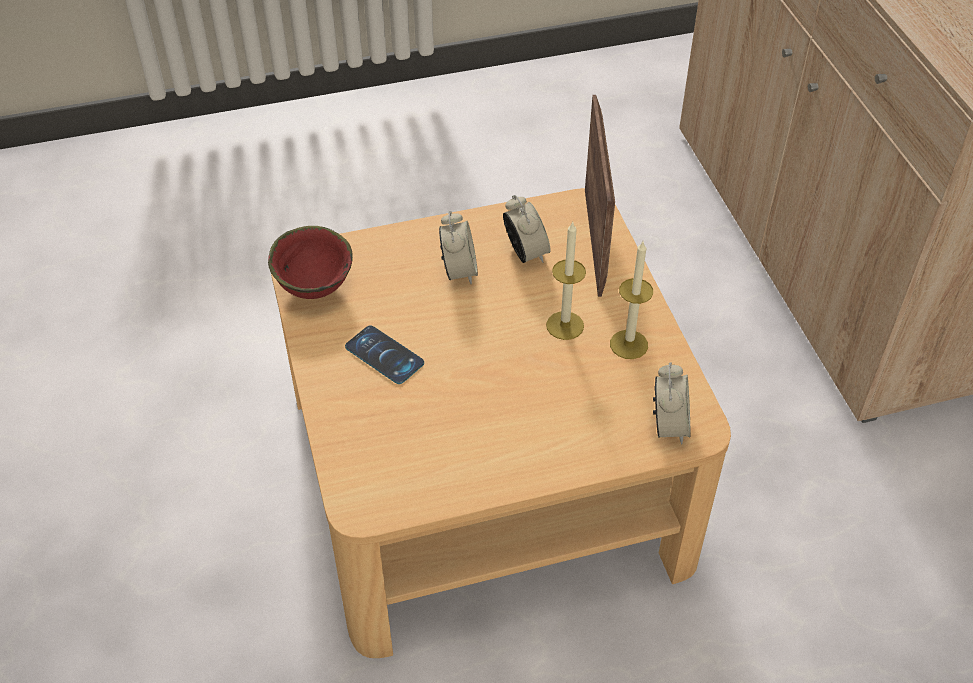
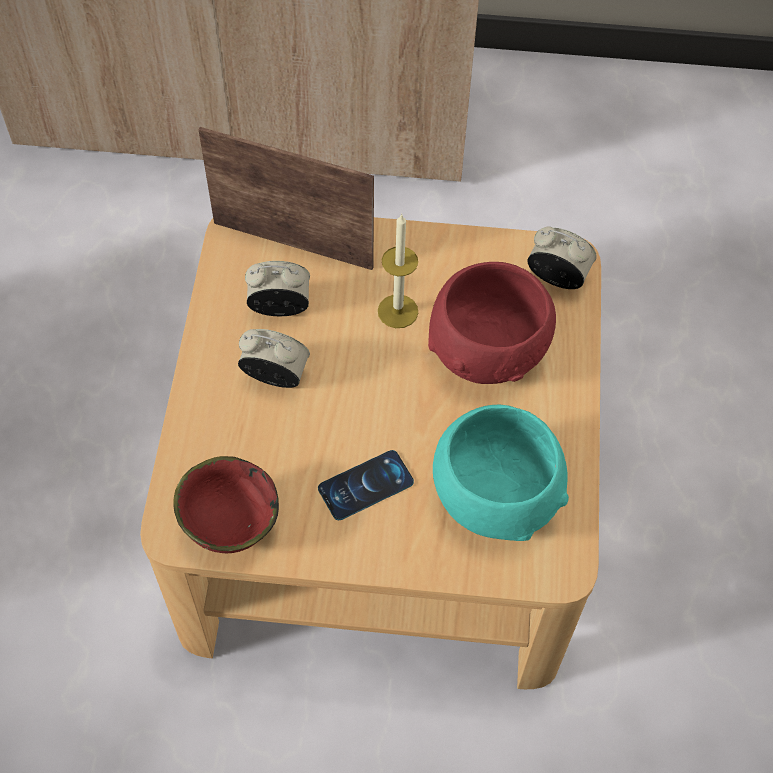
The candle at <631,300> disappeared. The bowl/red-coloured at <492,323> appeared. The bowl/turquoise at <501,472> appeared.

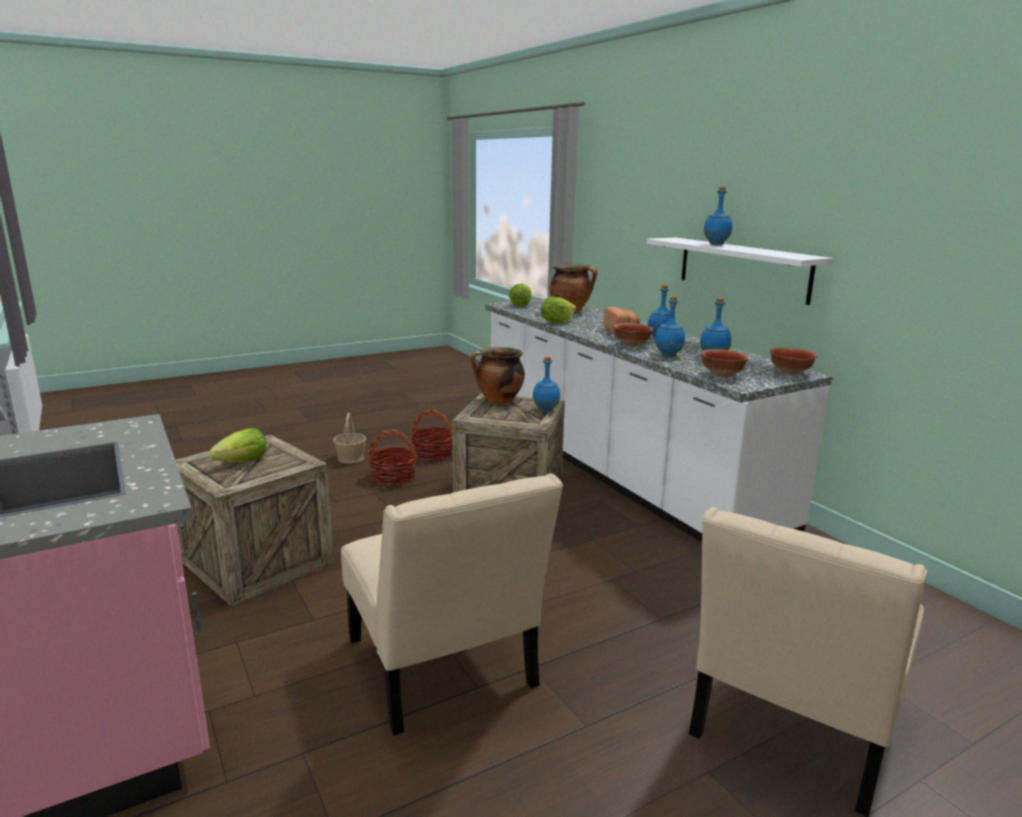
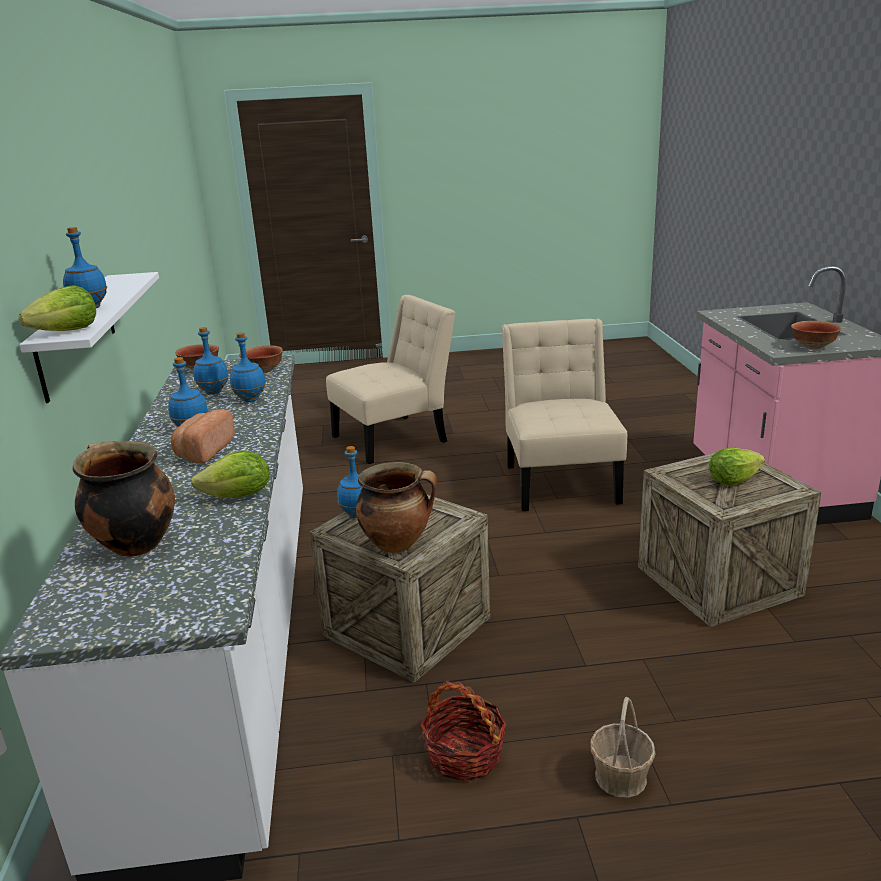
The storage basket at <392,457> disappeared. The lettuce moved from <520,294> to <57,308>. The bowl moved from <633,335> to <816,335>.

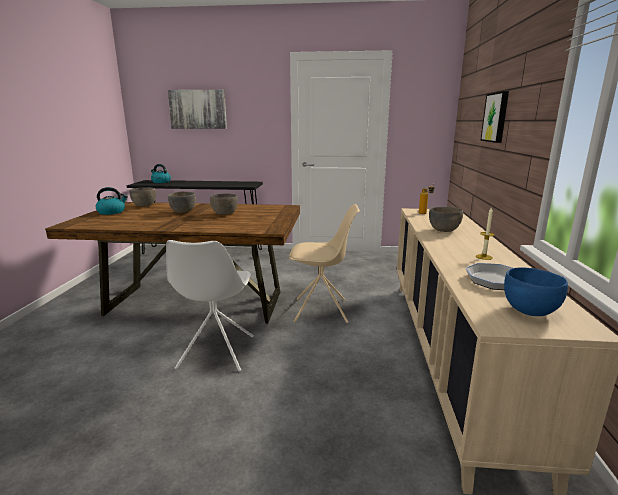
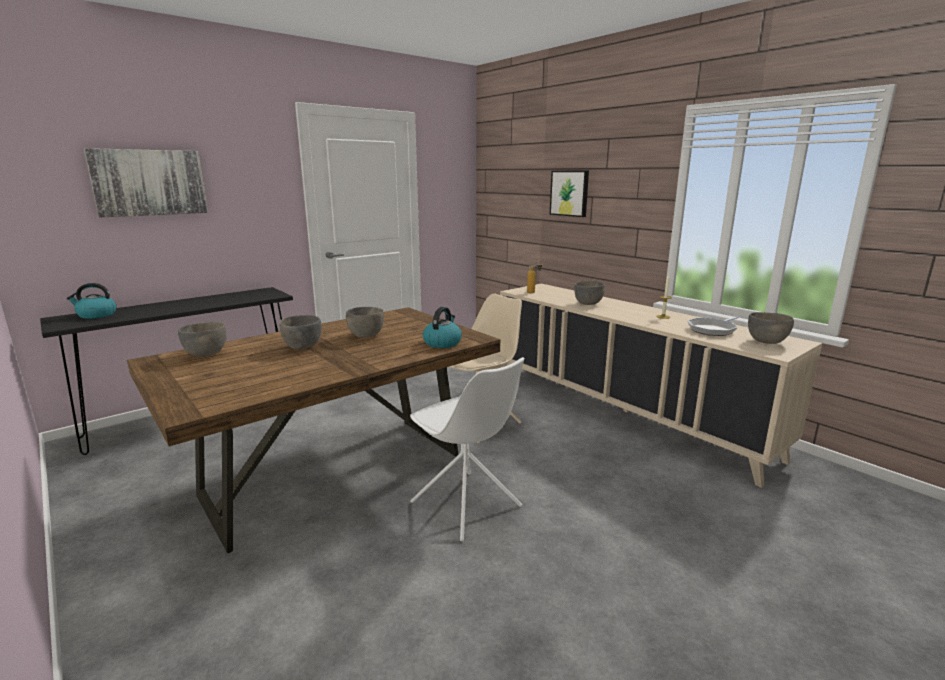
The tea kettle moved from <112,201> to <442,327>. The bowl/blue-coloured at <536,291> became the bowl/gray at <771,328>.

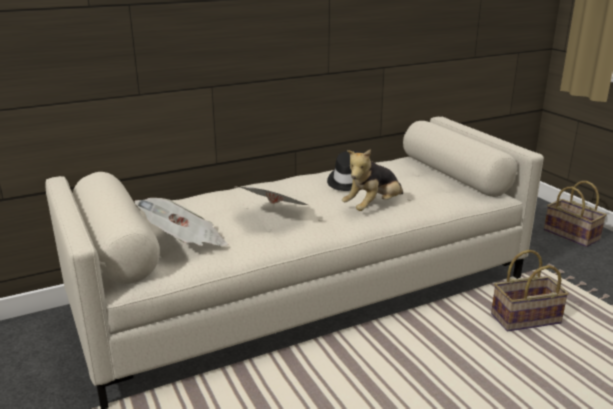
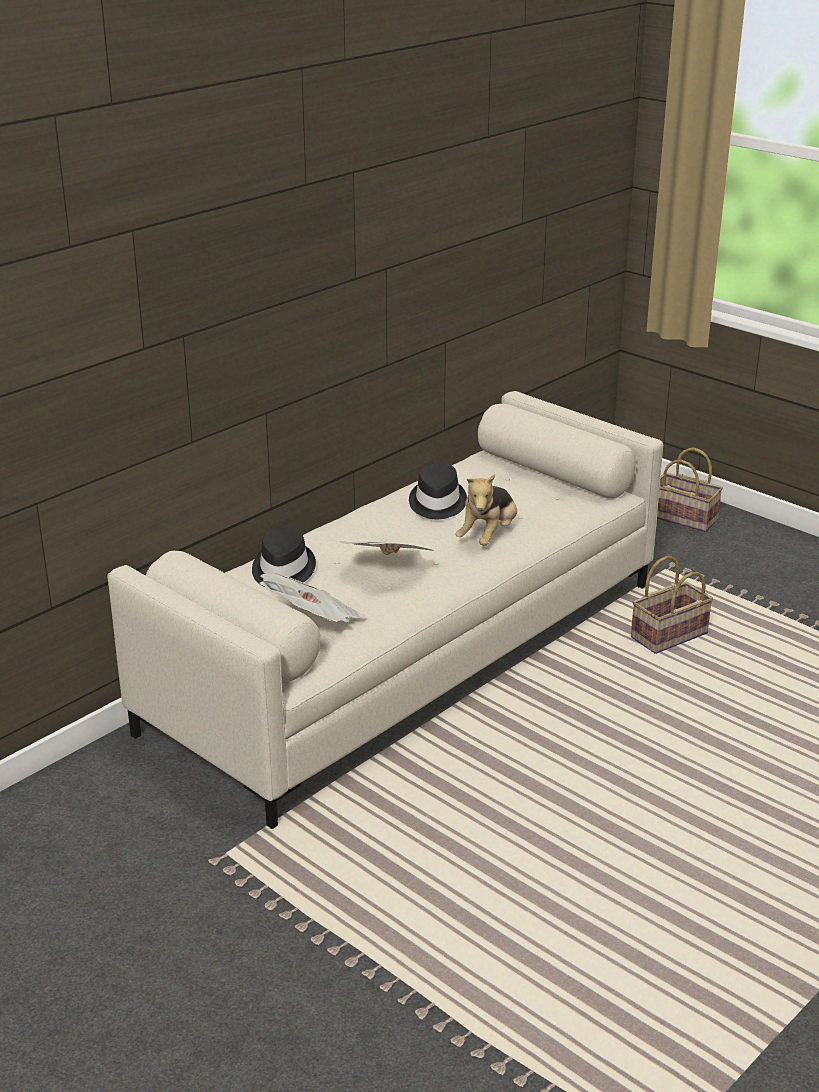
The hat/blackish at <284,557> appeared.

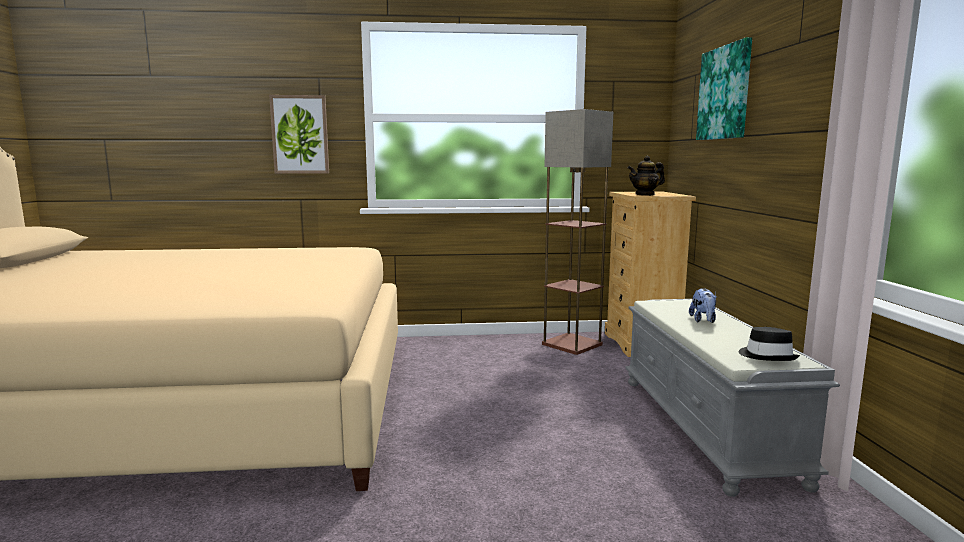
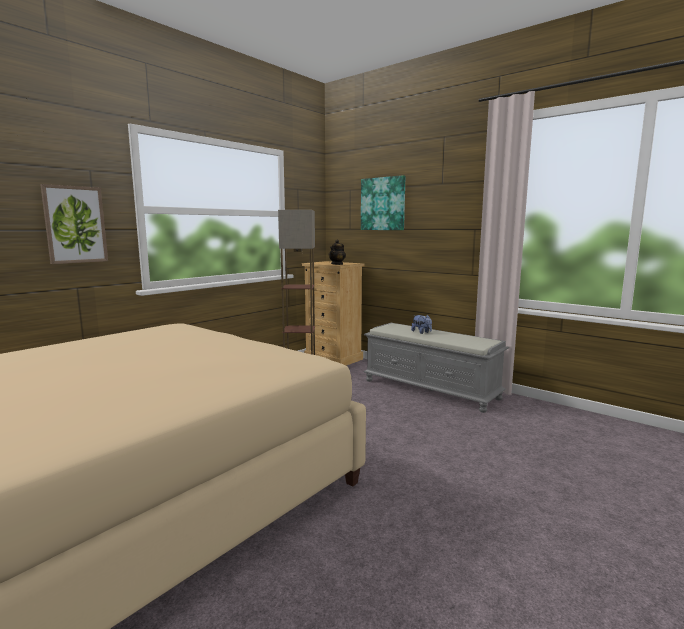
The hat/blackish at <769,344> disappeared.

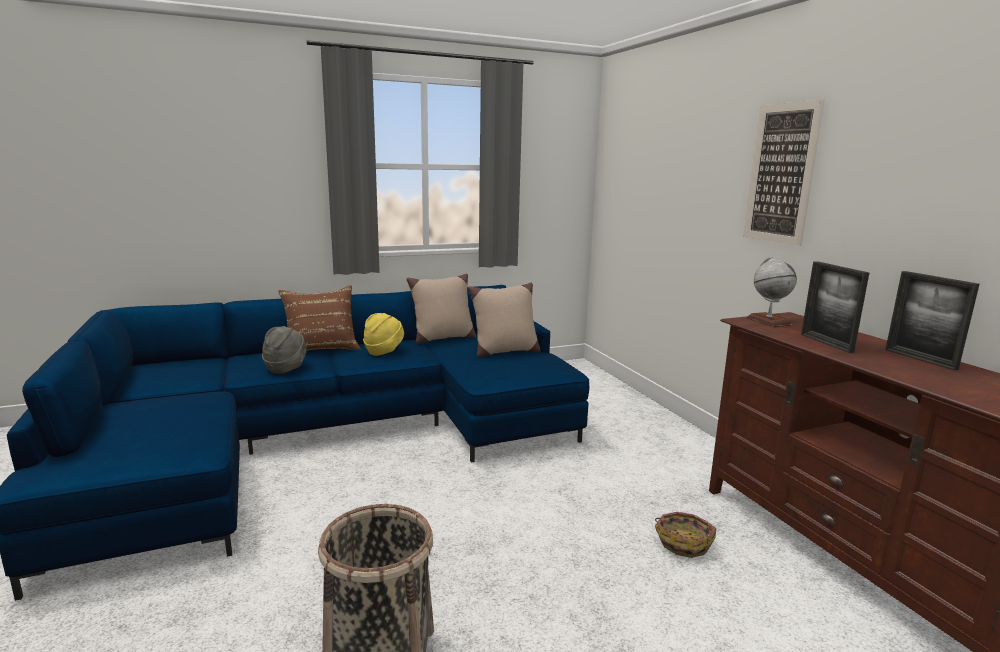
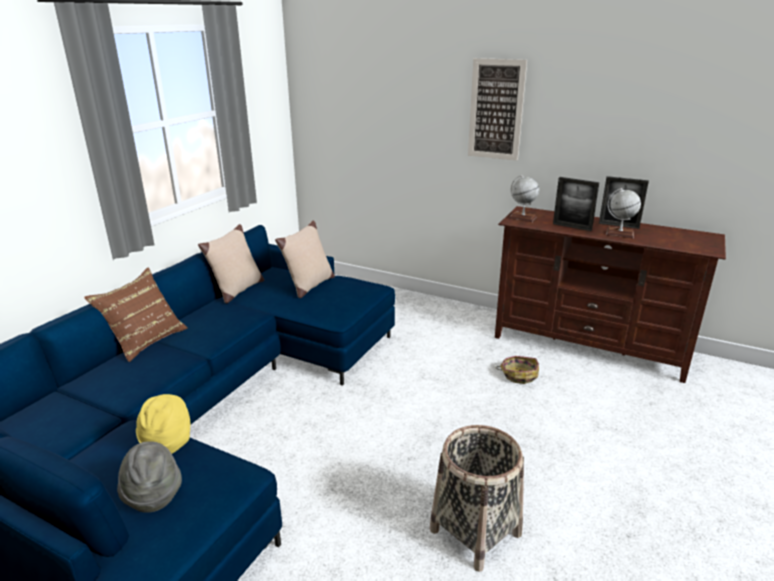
The globe at <623,213> appeared. The hat/gray moved from <284,350> to <149,477>. The hat/yellow-coloured moved from <383,334> to <163,424>.

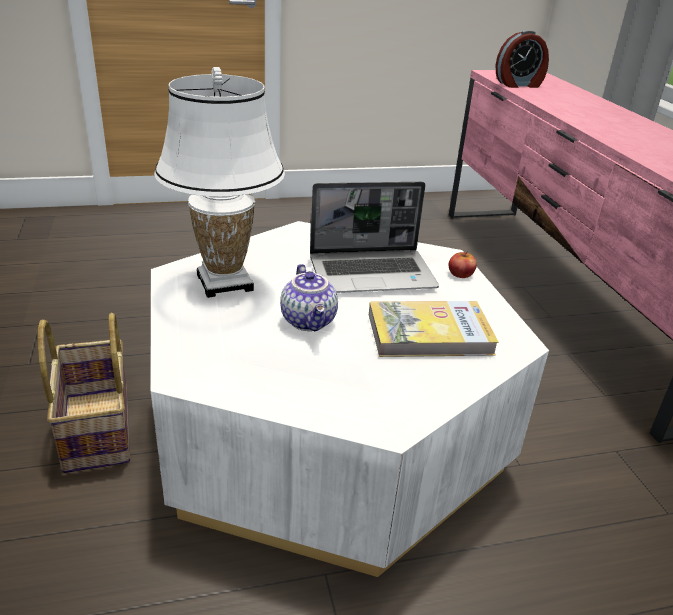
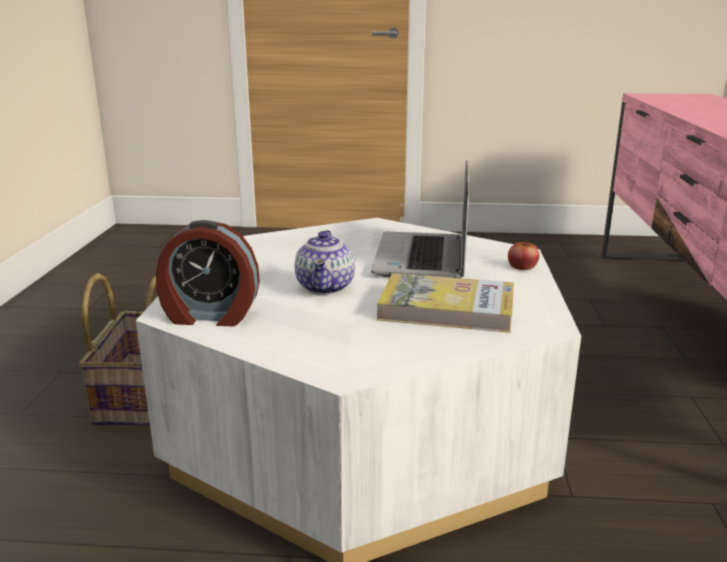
The tabletop lamp/whitish at <219,182> disappeared. The table clock moved from <522,59> to <208,273>. The notebook computer at <374,237> turned 90 degrees clockwise.

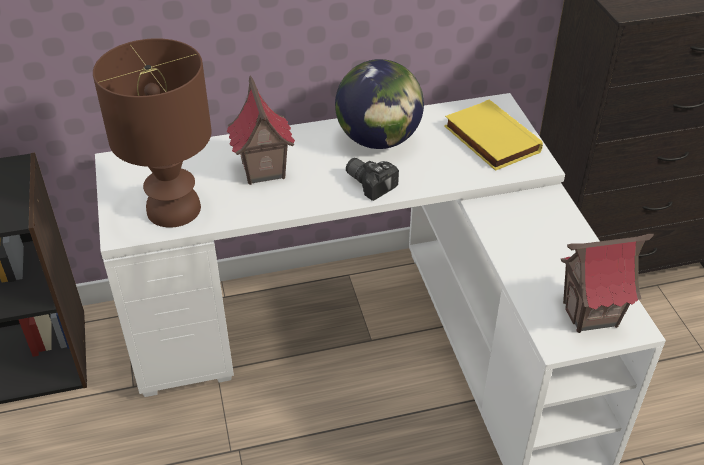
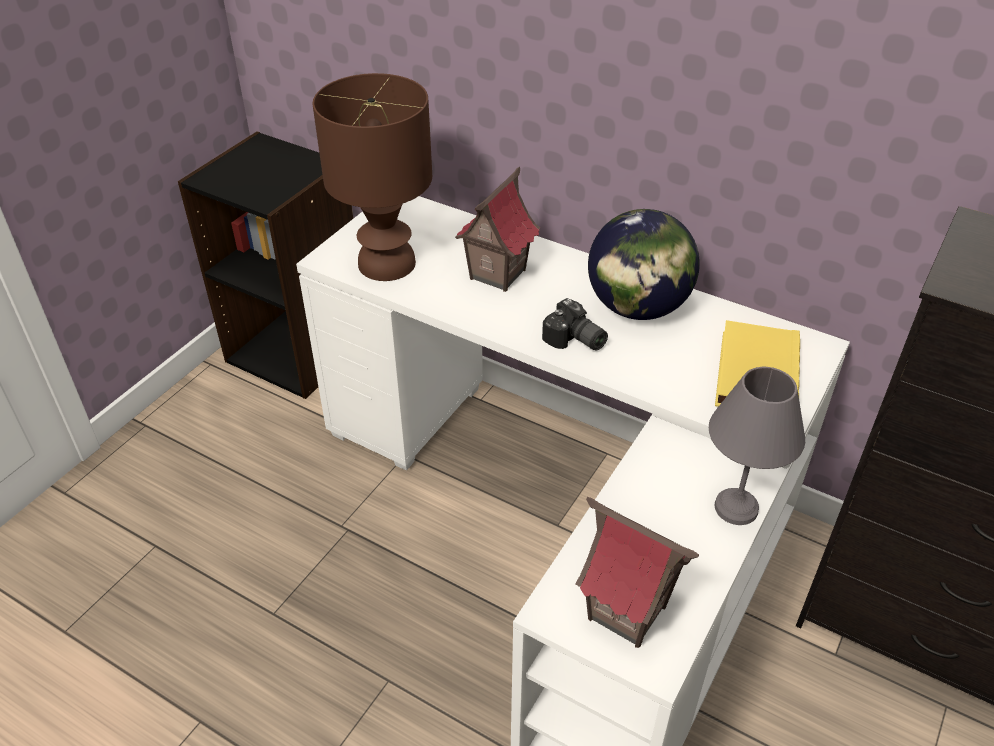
The tabletop lamp/gray at <757,446> appeared. The photo camera at <372,179> turned 135 degrees clockwise.

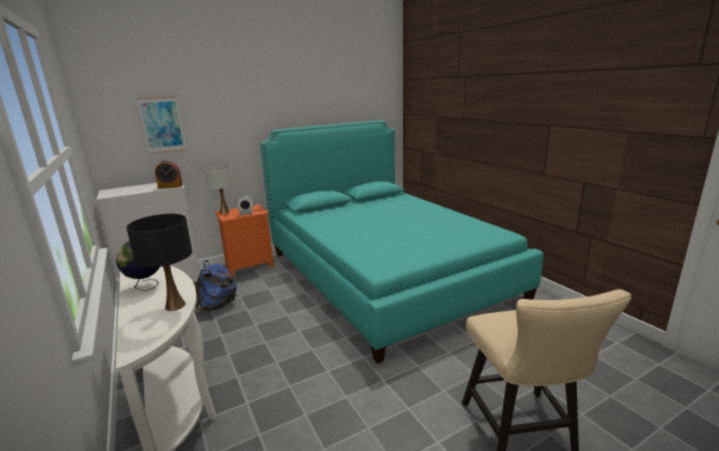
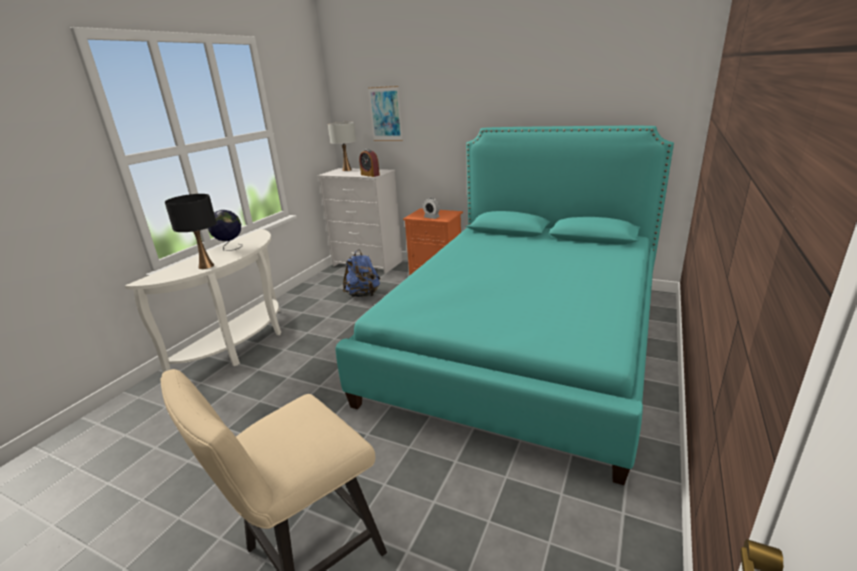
The tabletop lamp/whitish moved from <219,189> to <342,146>.

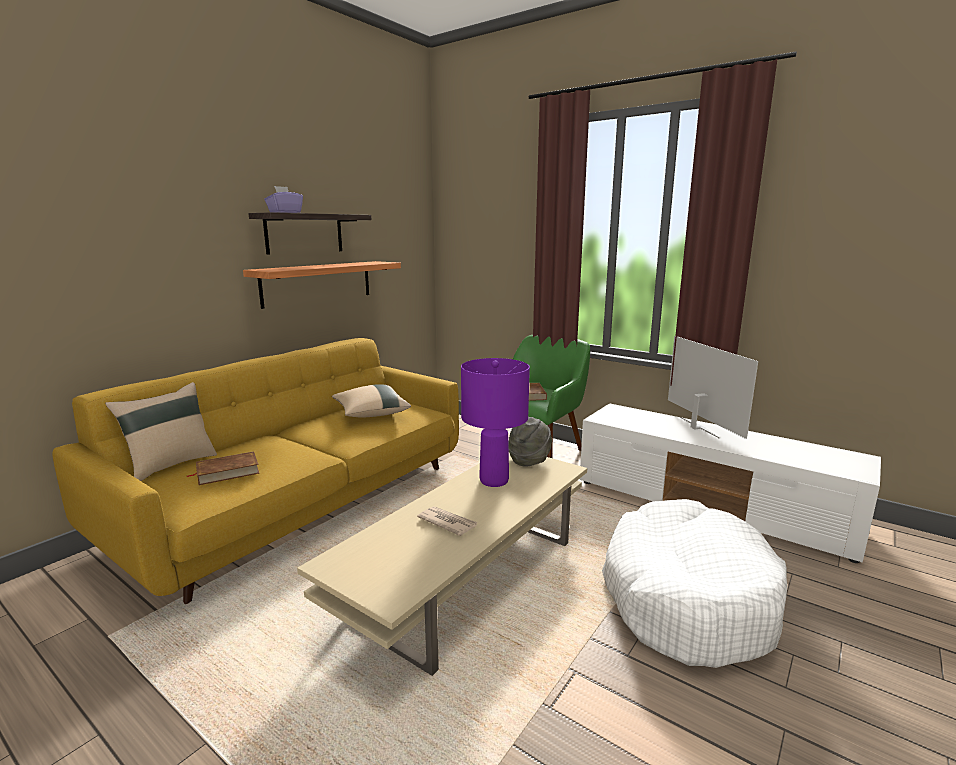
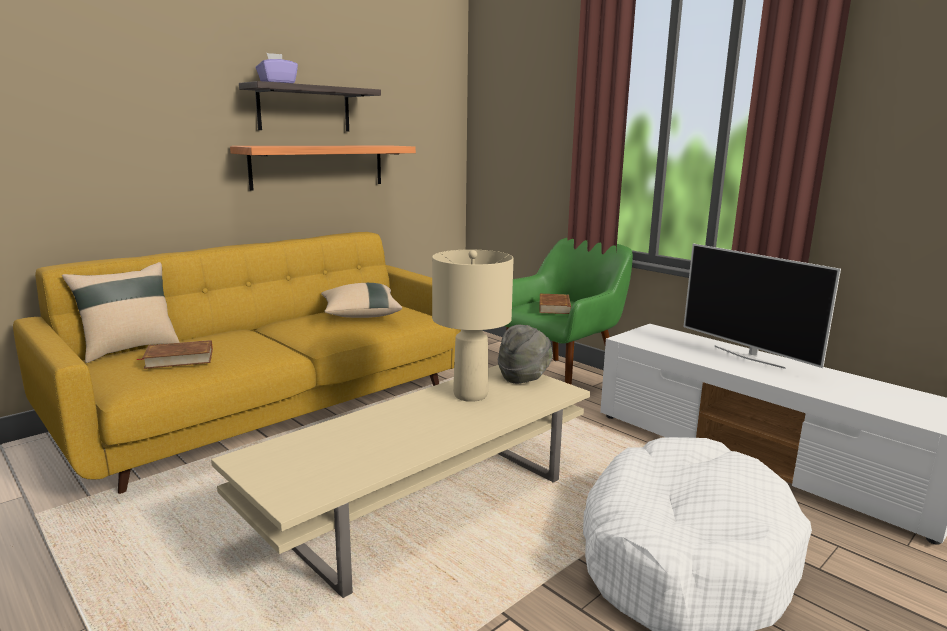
The newspaper at <447,521> disappeared. The tabletop lamp/purple at <495,422> became the tabletop lamp/sand-coloured at <473,326>. The television at <713,387> turned 150 degrees clockwise.

